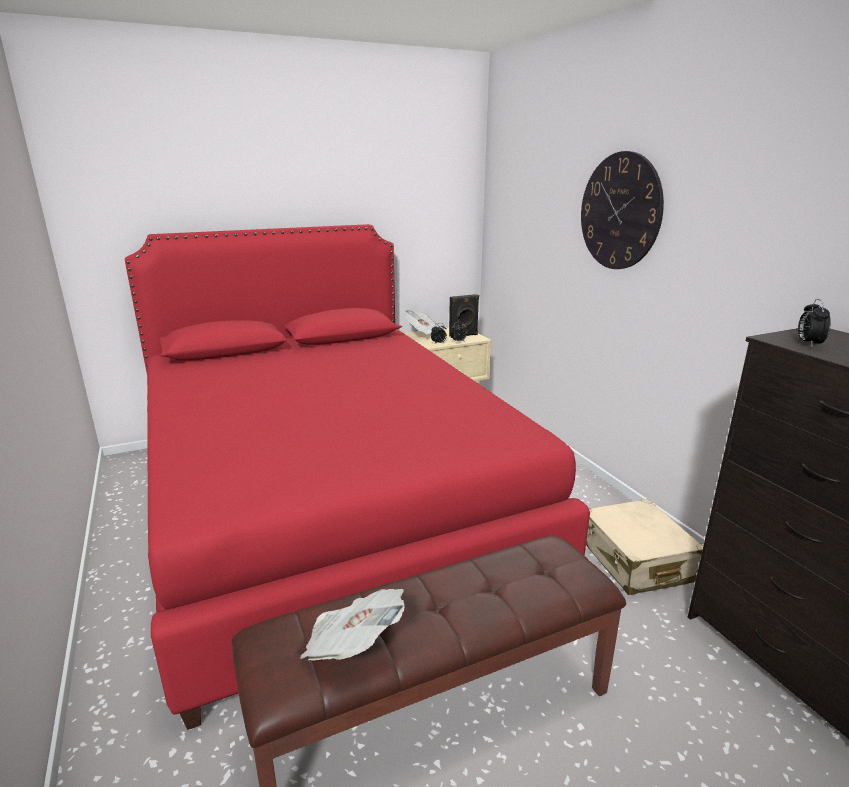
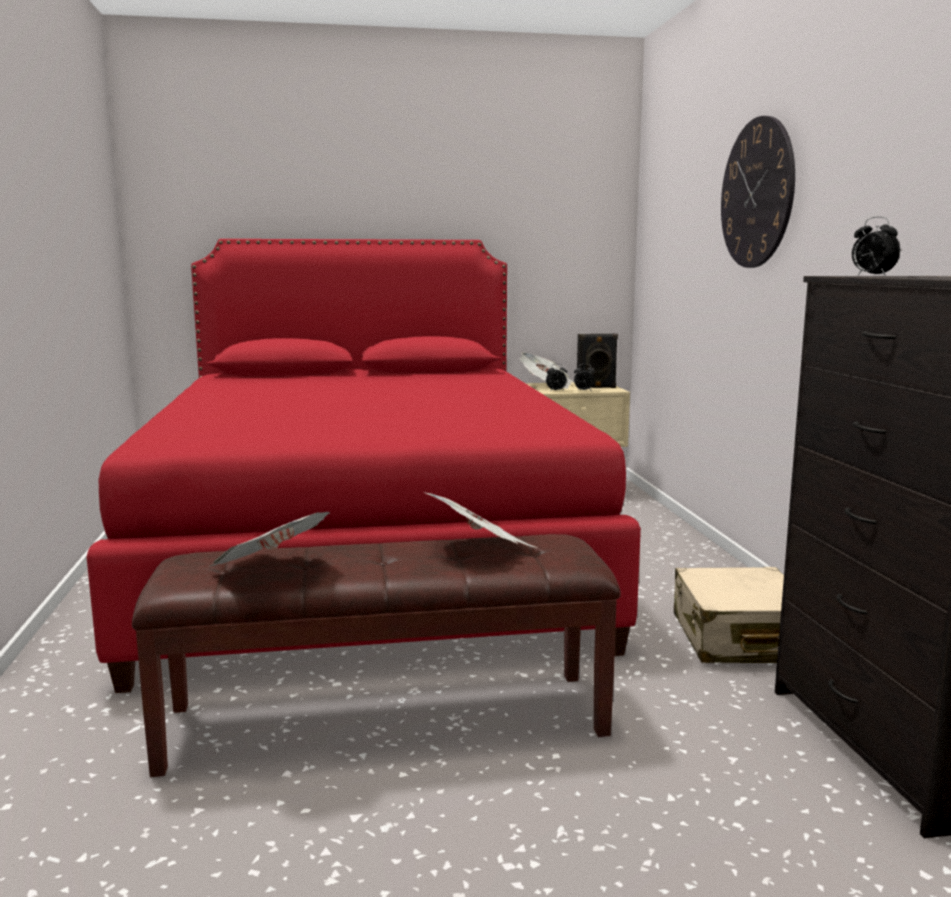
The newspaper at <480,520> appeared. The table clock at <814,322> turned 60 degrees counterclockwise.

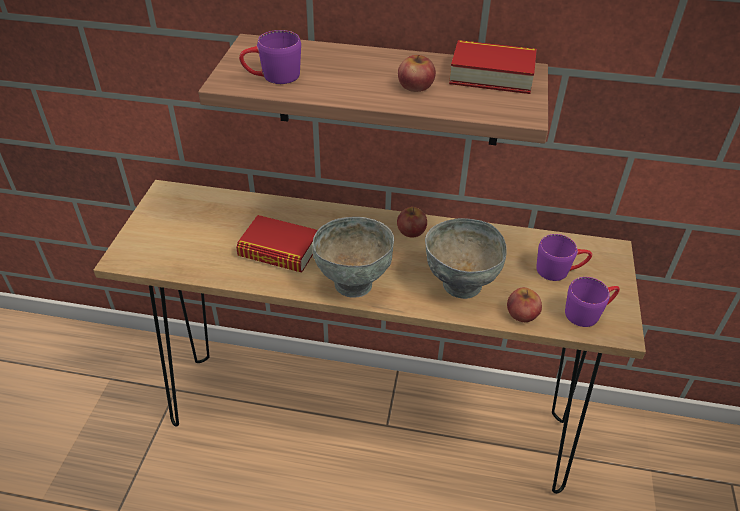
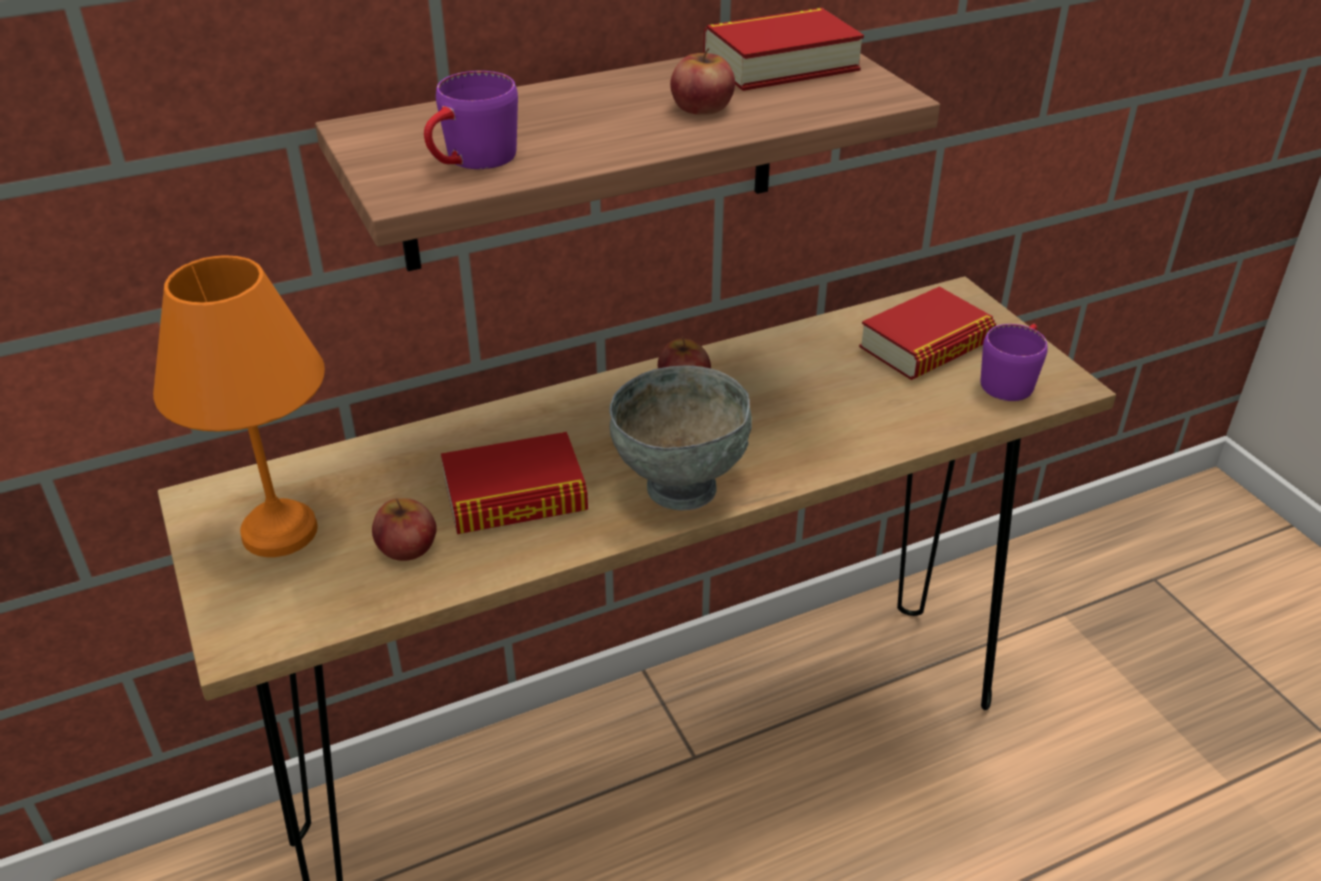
The bowl/gray at <466,258> disappeared. The tabletop lamp/orangey at <239,406> appeared. The apple fruit moved from <524,304> to <404,529>. The coffee mug/purple at <564,257> was replaced by the book at <927,333>.

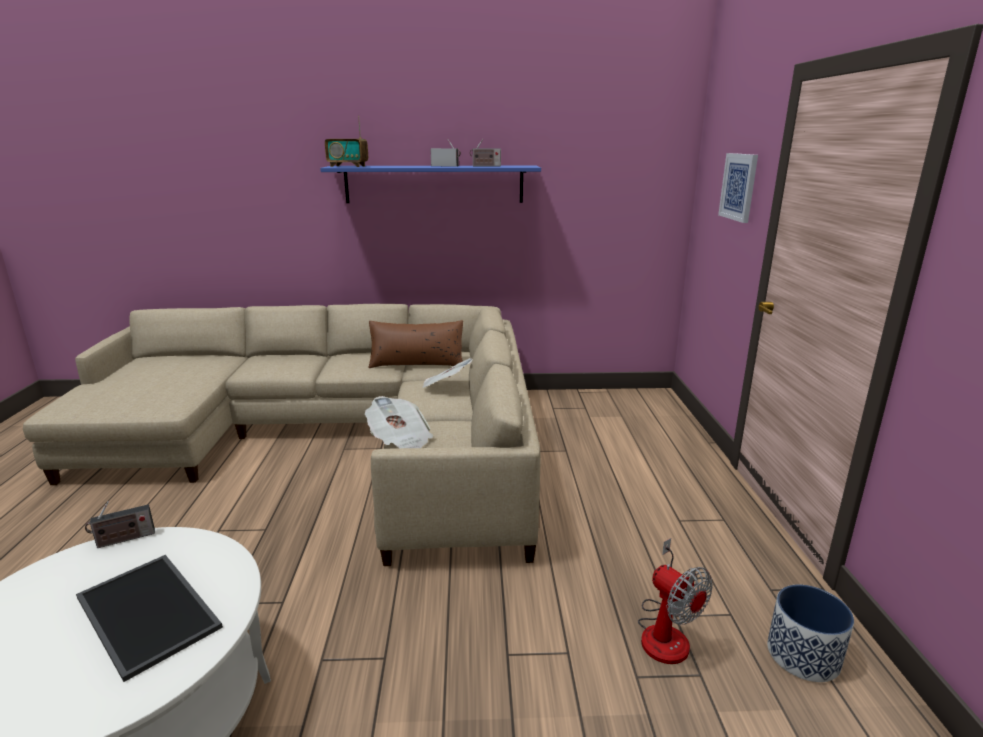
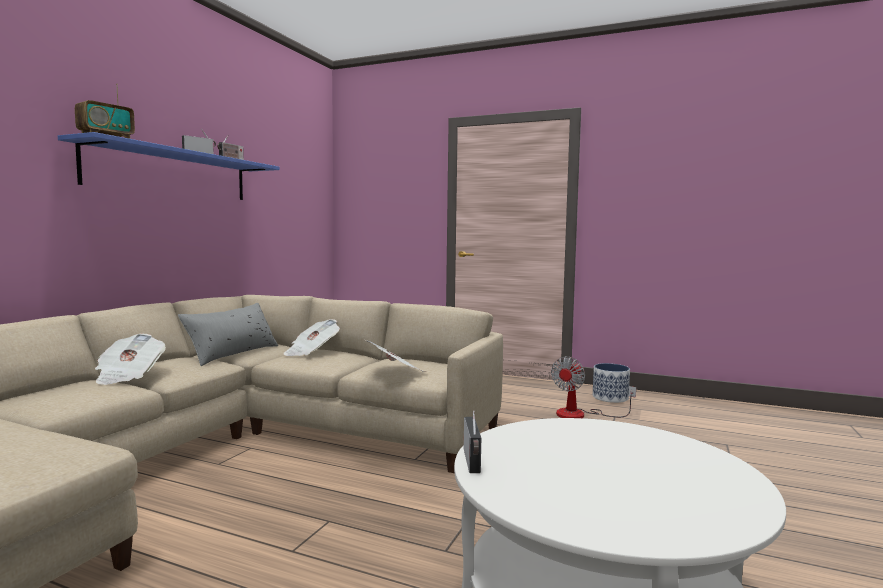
The carrying tray at <149,618> disappeared. The wall picture at <738,188> disappeared. The newspaper at <130,359> appeared. The throw pillow/brown at <416,344> became the throw pillow/gray at <228,334>. The fan at <675,601> turned 135 degrees clockwise.

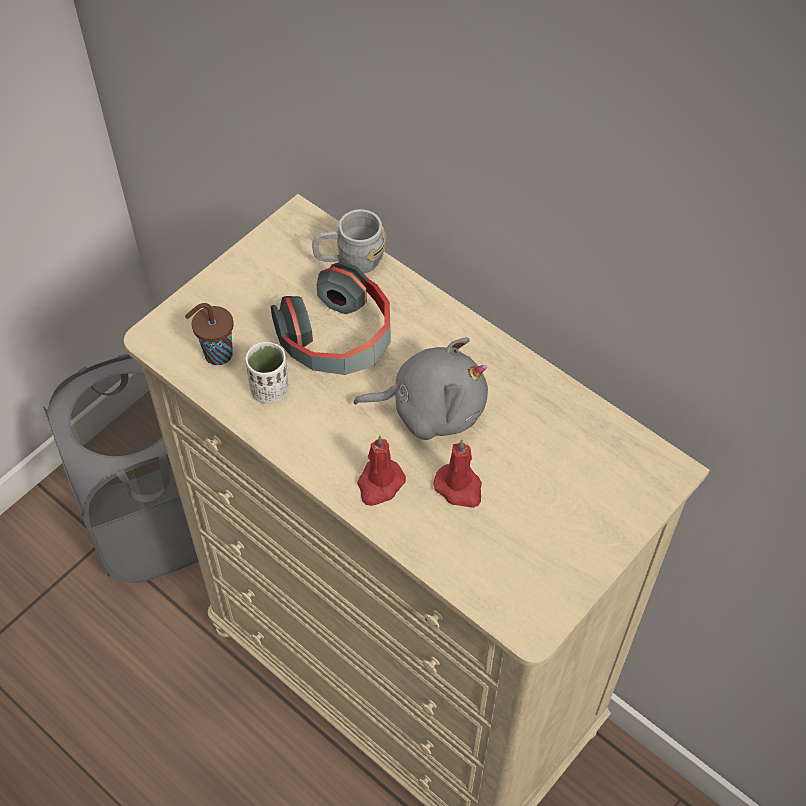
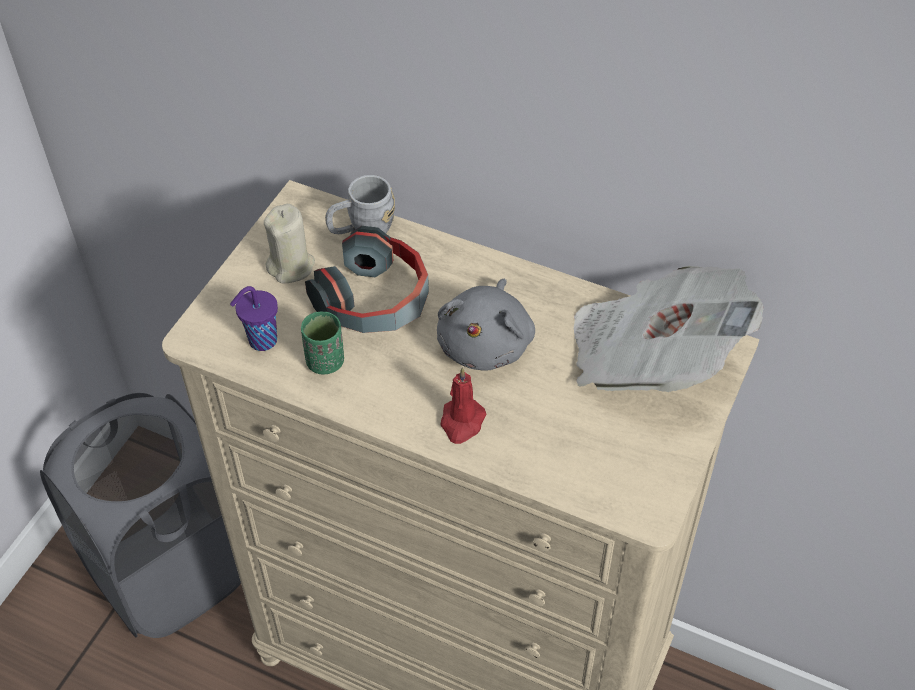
The candle/red-coloured at <457,473> disappeared. The candle/sand-coloured at <289,244> appeared. The newspaper at <668,329> appeared. The small cup/brown at <209,334> became the small cup/purple at <254,318>. The small cup/whitish at <267,373> became the small cup/green at <322,343>. The plush toy/gray at <421,388> turned 120 degrees clockwise.

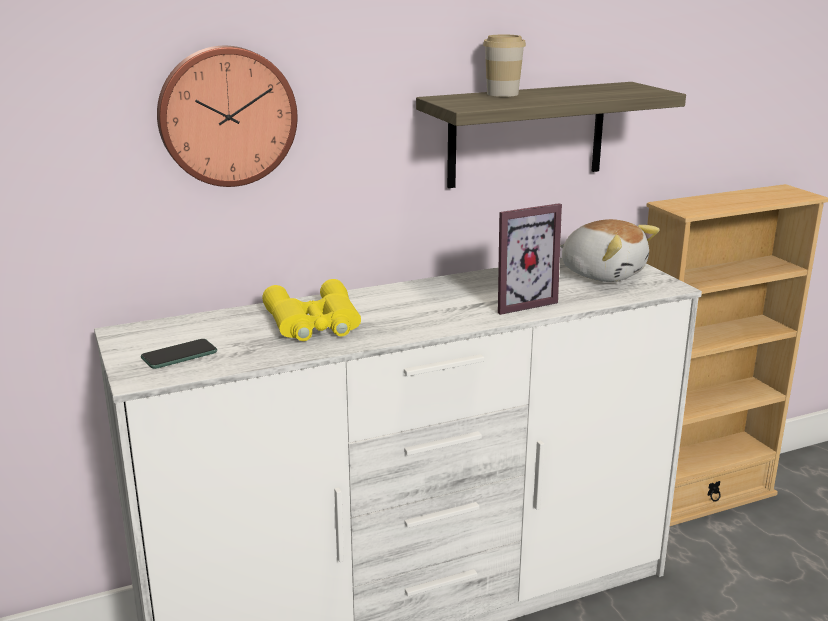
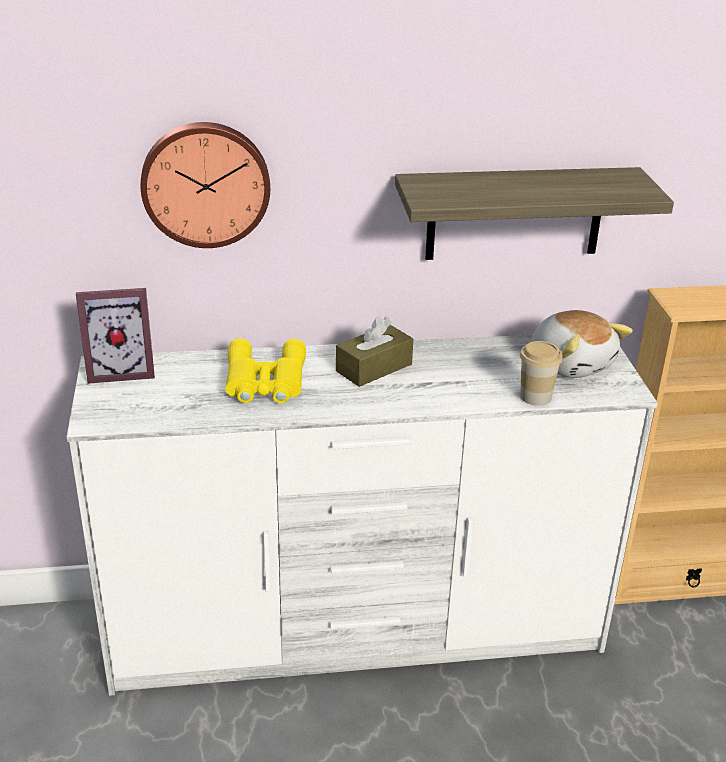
The telephone at <179,354> disappeared. The tissue holder/brown at <374,351> appeared. The small cup moved from <504,65> to <541,373>. The photo frame moved from <530,259> to <115,336>.

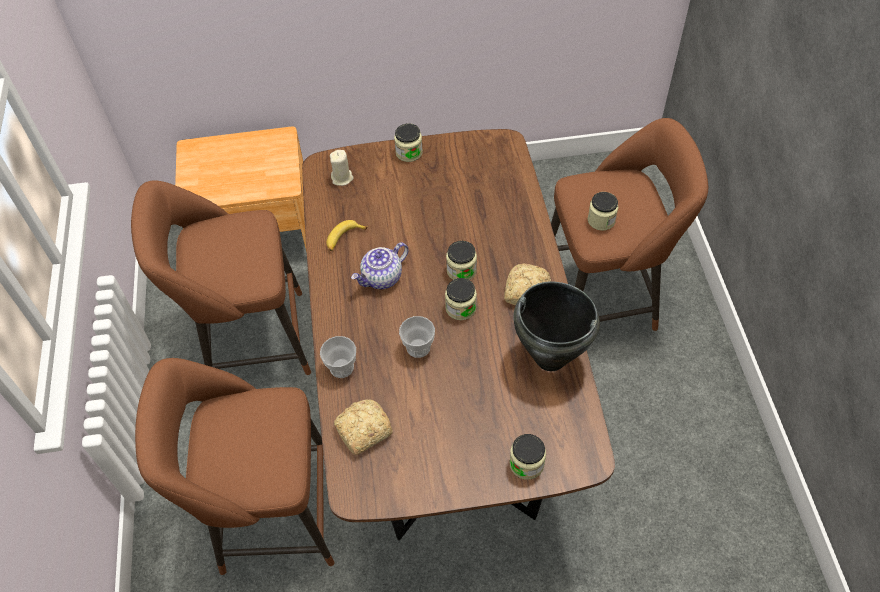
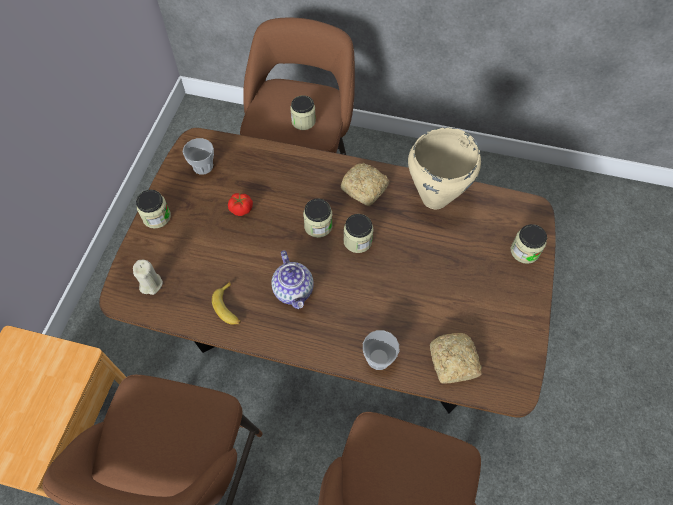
The whole tomato at <240,204> appeared. The small cup moved from <417,337> to <198,156>. The stockpot/blackish at <556,326> became the stockpot/sand-coloured at <444,168>.

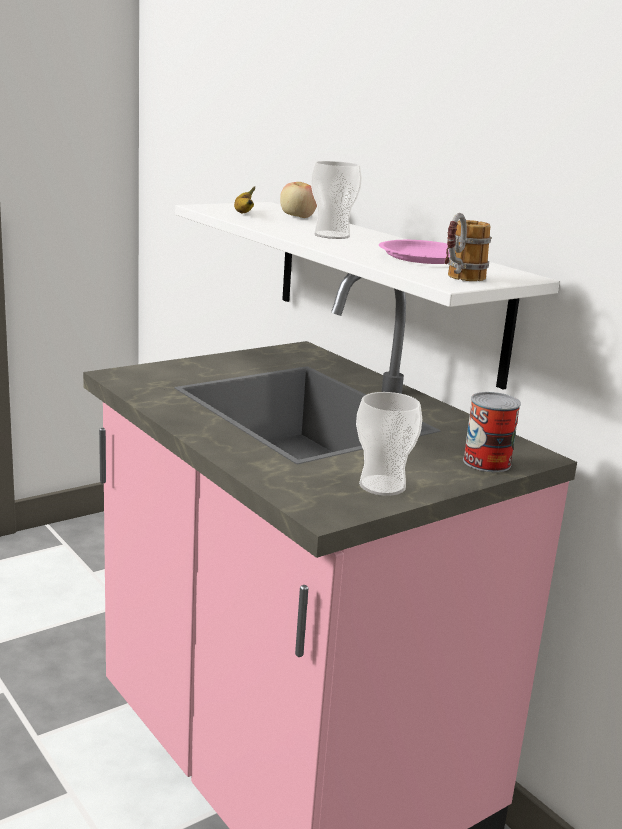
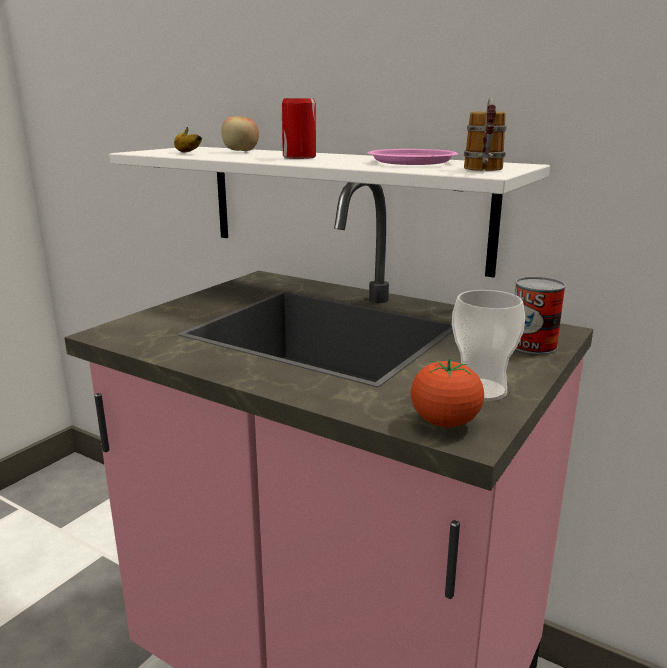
The whole tomato at <447,393> appeared. The small cup at <336,200> was replaced by the sealed can at <298,128>.

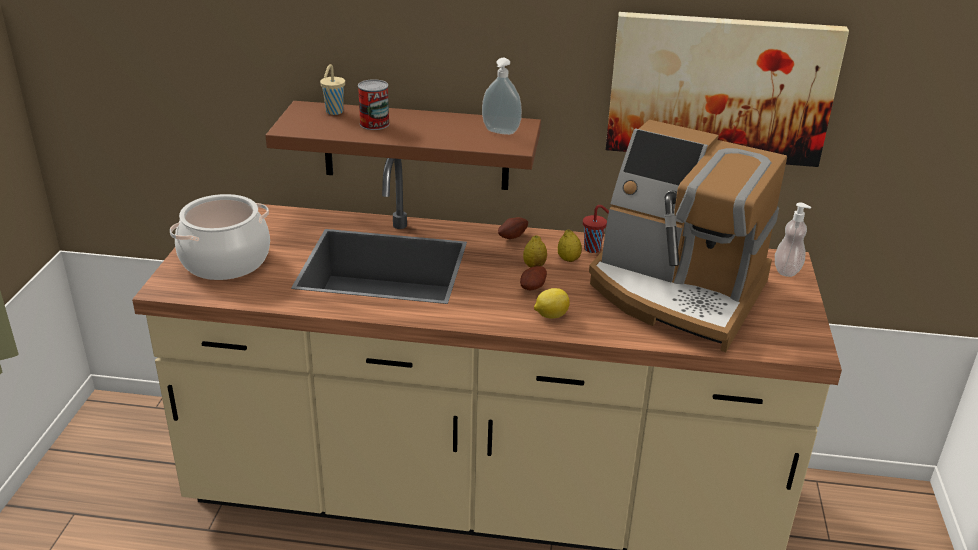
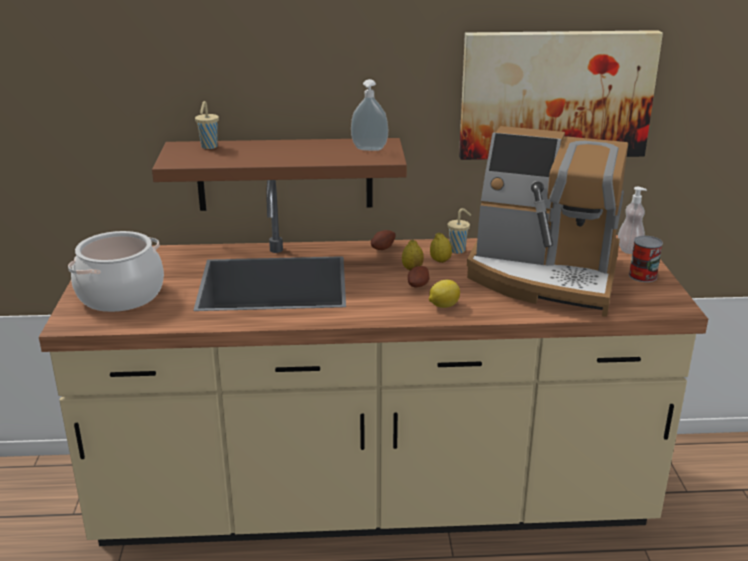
The sealed can moved from <374,104> to <646,259>. The small cup/red-coloured at <596,229> became the small cup/sand-coloured at <459,231>.

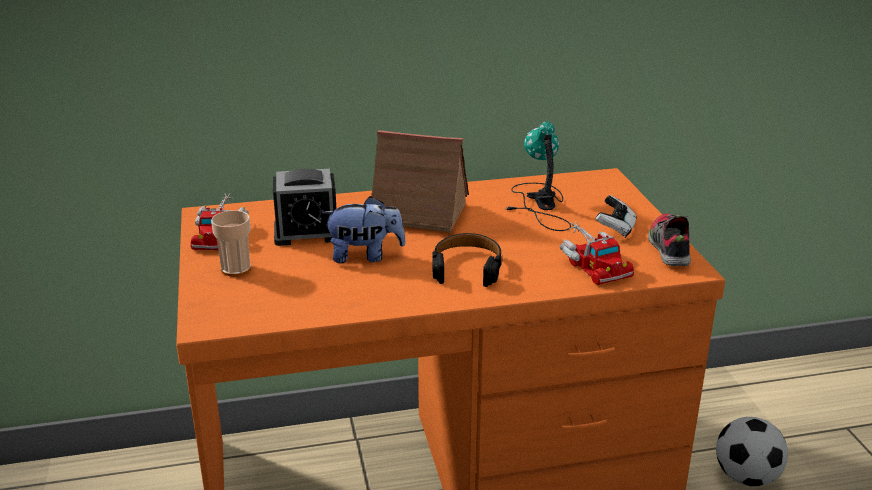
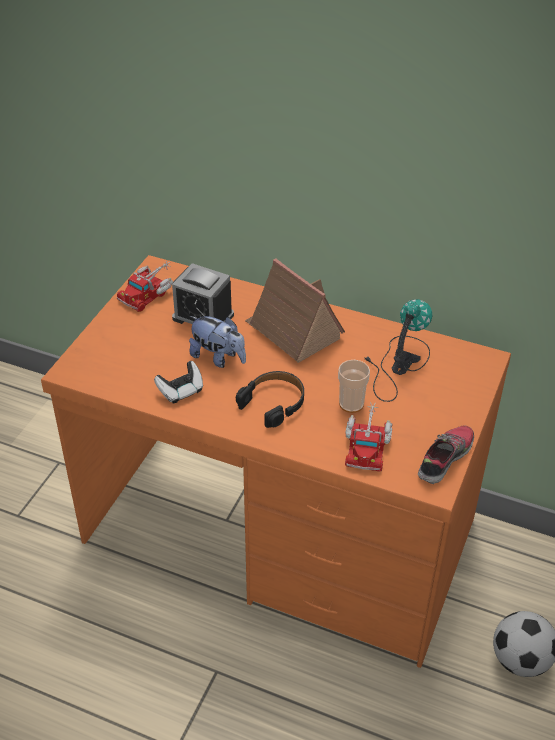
The small cup moved from <231,243> to <354,386>. The joypad moved from <616,216> to <178,382>.

